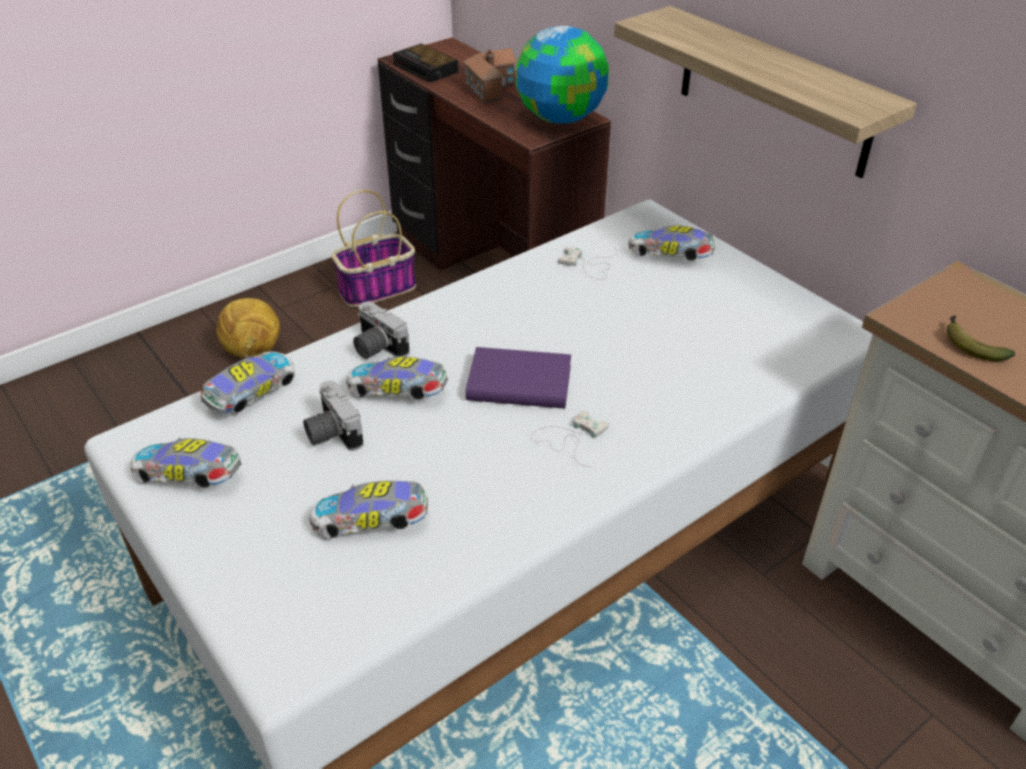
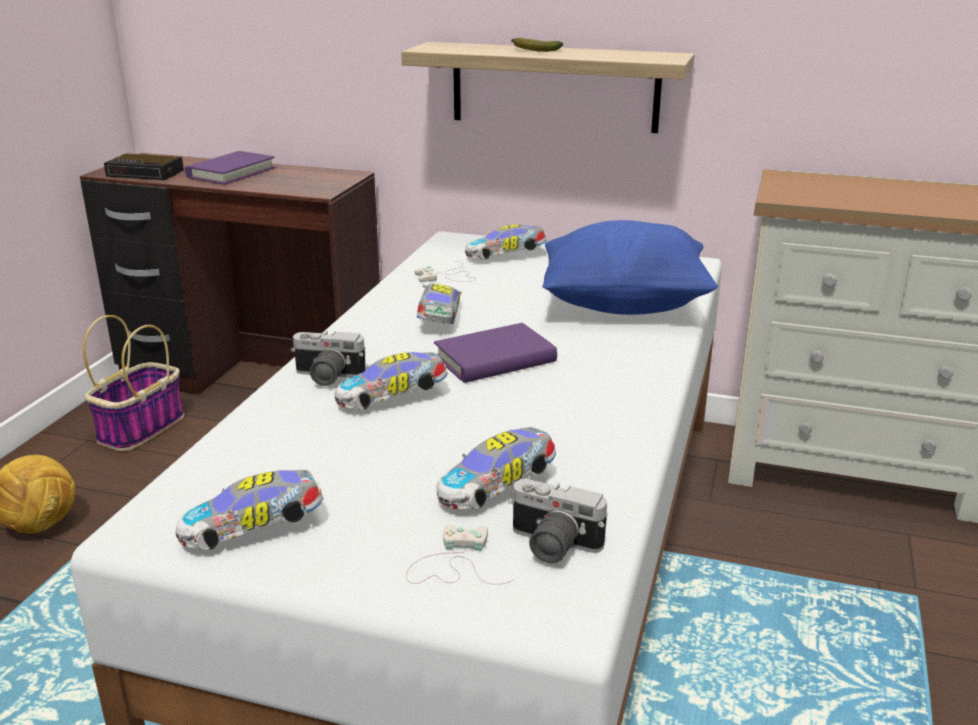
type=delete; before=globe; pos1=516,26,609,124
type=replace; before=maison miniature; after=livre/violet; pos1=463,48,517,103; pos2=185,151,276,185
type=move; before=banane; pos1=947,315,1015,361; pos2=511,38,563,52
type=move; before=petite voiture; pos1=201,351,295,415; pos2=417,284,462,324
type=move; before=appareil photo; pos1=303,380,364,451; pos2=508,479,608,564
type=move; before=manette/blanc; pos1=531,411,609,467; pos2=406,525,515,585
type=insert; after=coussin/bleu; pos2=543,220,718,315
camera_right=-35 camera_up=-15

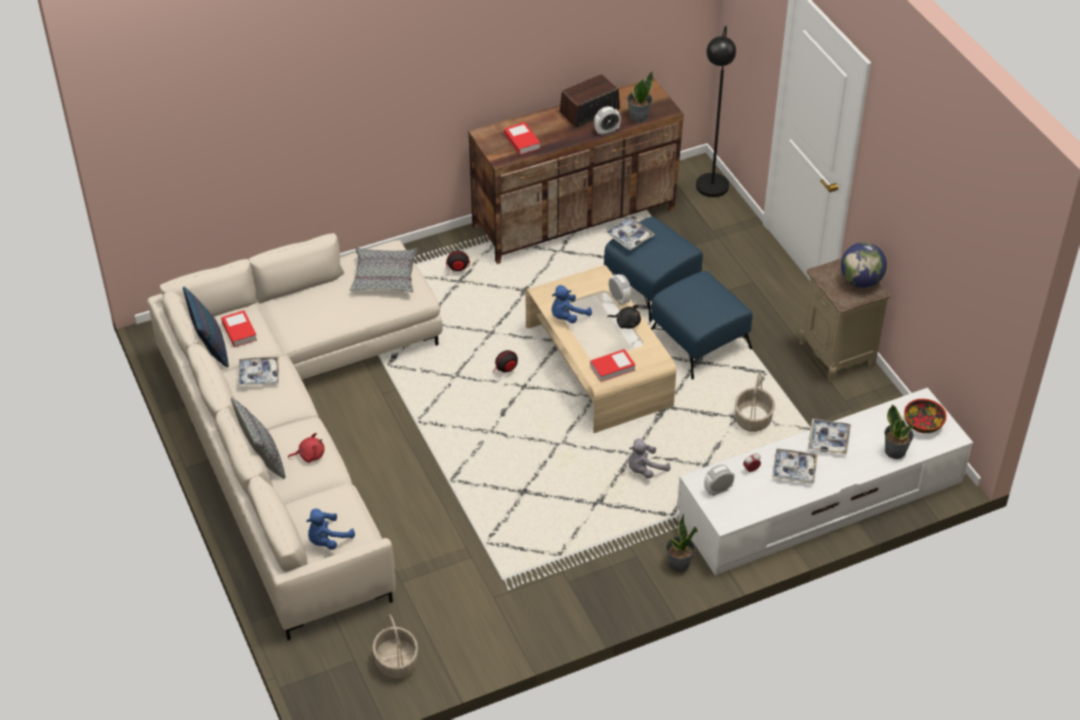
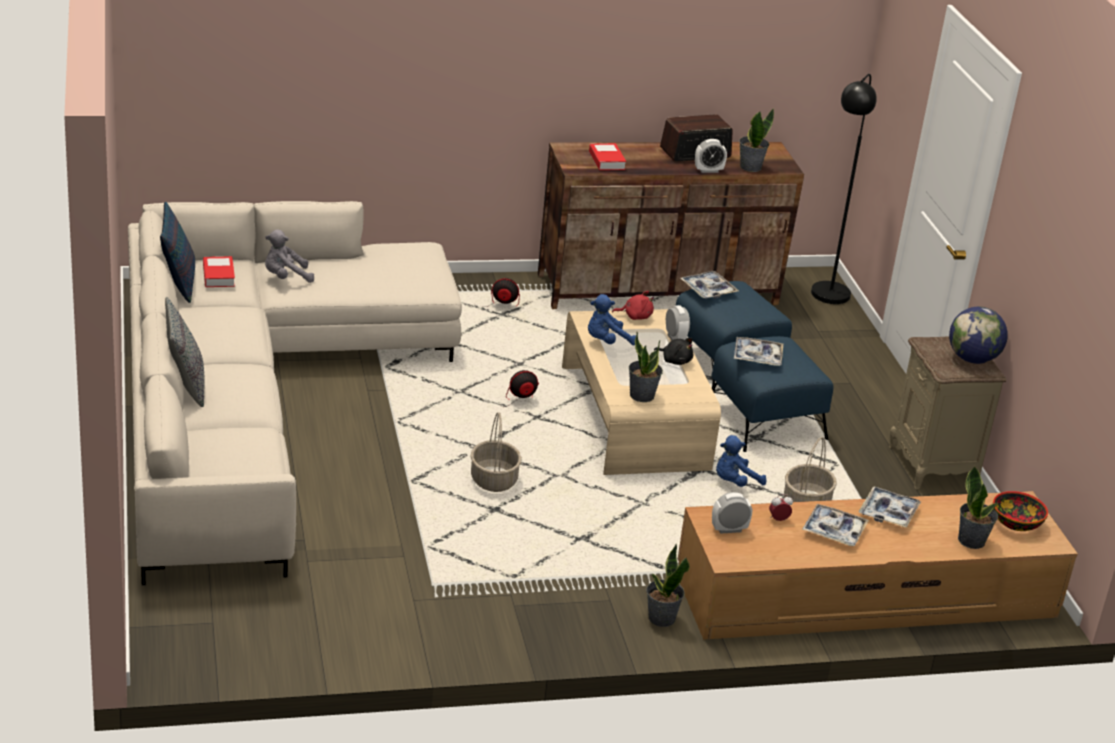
type=delete; before=coussin/gris; pos1=350,248,418,292
type=replace; before=livre; after=plante en pot; pos1=590,349,635,382; pos2=629,332,663,402
type=move; before=plateau; pos1=238,357,279,386; pos2=734,337,784,366
type=recolor; before=meuble télé/blanc; after=meuble télé/marron; pos1=677,388,973,575; pos2=678,491,1078,640
type=move; before=peluche/rouge; pos1=288,433,325,463; pos2=612,291,654,320
type=move; before=peluche/gris; pos1=628,439,671,479; pos2=265,229,314,283
type=move; before=peluche/bleu; pos1=306,509,355,550; pos2=716,435,766,487
type=move; before=panier; pos1=372,613,418,678; pos2=470,412,522,492
camera_right=10 camera_up=-15

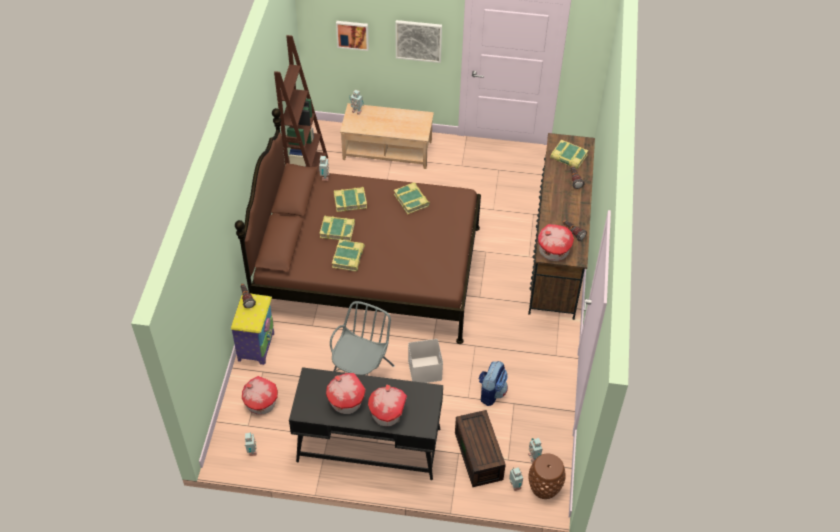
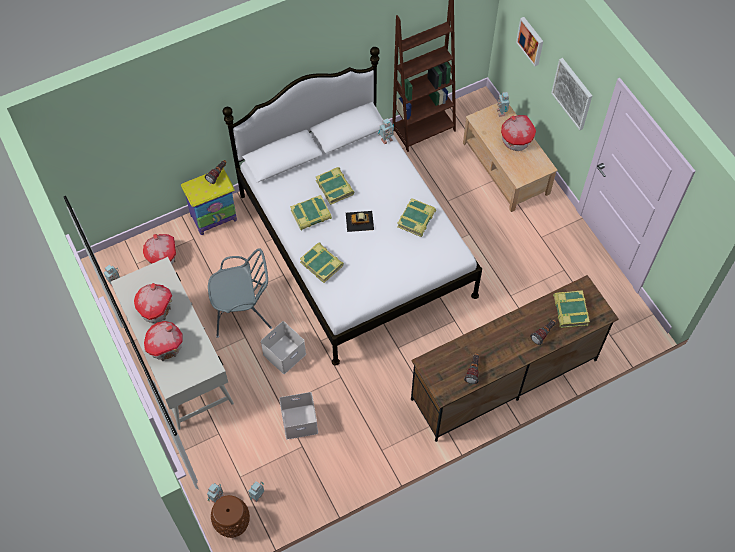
type=recolor; before=lit/marron; after=lit/blanc; pos1=235,108,481,344; pos2=222,47,482,366
type=move; before=livre; pos1=334,187,367,212; pos2=300,243,344,283
type=move; before=maison miniature; pos1=538,224,574,261; pos2=501,115,536,151
type=replace; before=sac à dos; after=boîte de rangement/blanc; pos1=479,361,508,406; pos2=279,392,318,439
type=recolor; before=bureau/noir; after=bureau/blanc; pos1=289,367,443,480; pos2=111,257,234,430
type=delete; before=boîte de rangement/marron; pos1=455,410,506,487
type=insert; after=petite voiture; pos2=346,211,374,232
camera_right=55 camera_up=10

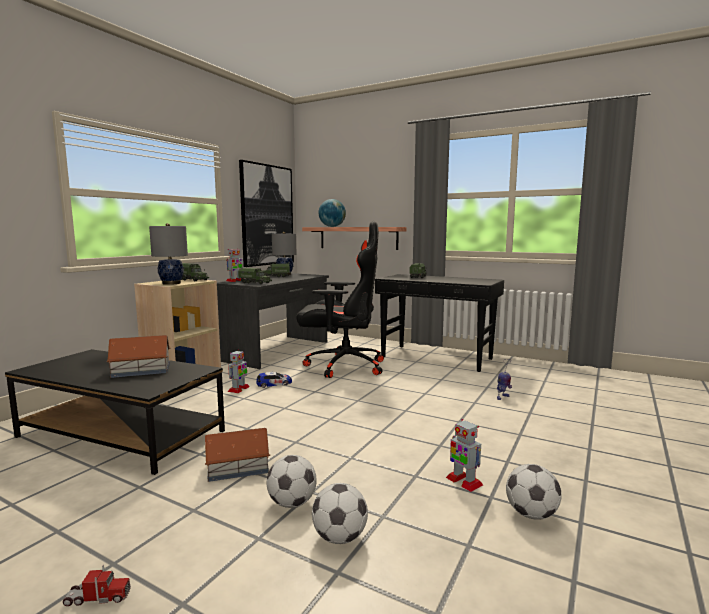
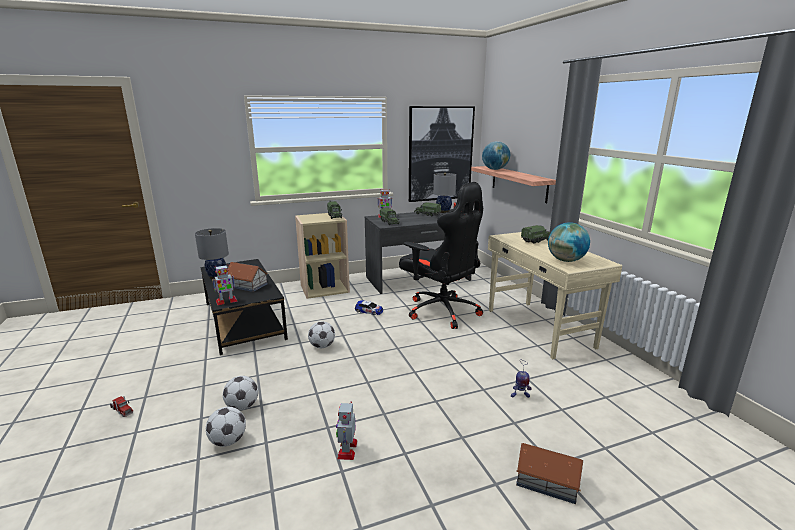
type=move; before=lampe de table/gris; pos1=149,223,188,285; pos2=195,228,229,279
type=recolor; before=table console/noir; after=table console/beige; pos1=375,274,504,372; pos2=488,232,622,359
type=move; before=robot jouet; pos1=228,350,250,393; pos2=212,265,238,305
type=move; before=maison miniature; pos1=205,428,270,482; pos2=516,443,583,504
type=move; before=ballon de foot; pos1=506,464,562,520; pos2=308,321,335,348
type=insert; after=globe; pos2=548,222,590,262
camera_right=40 camera_up=10

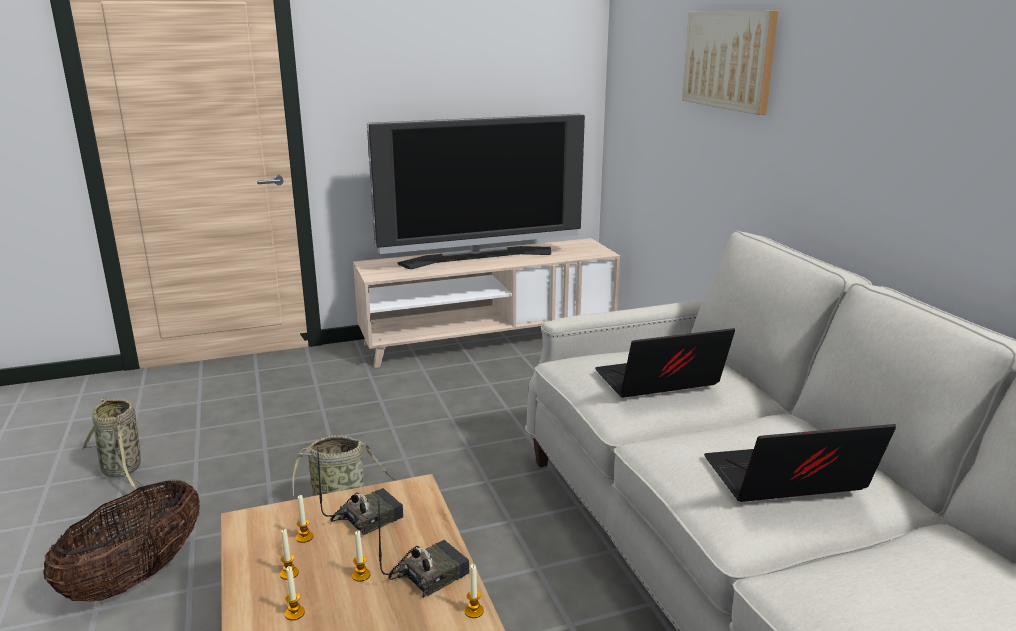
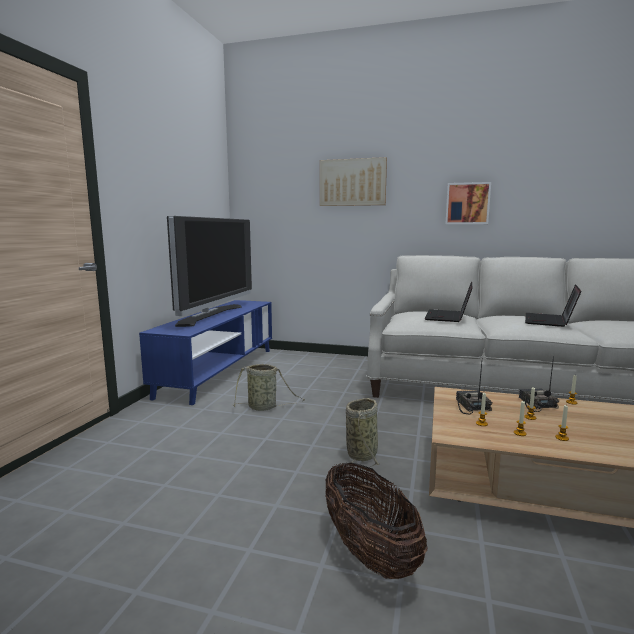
type=recolor; before=meuble télé/beige; after=meuble télé/bleu; pos1=353,238,620,368; pos2=139,300,272,405
type=move; before=panier; pos1=80,397,144,490; pos2=232,364,305,411
type=insert; after=tableau; pos2=445,182,491,224
camera_right=-55 camera_up=-10

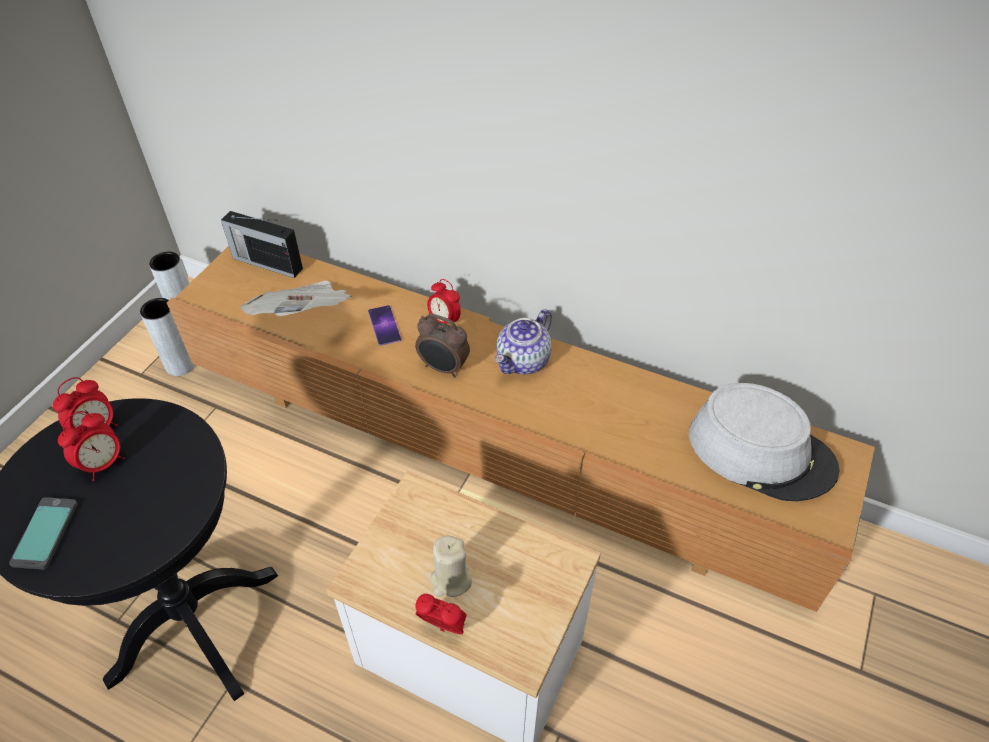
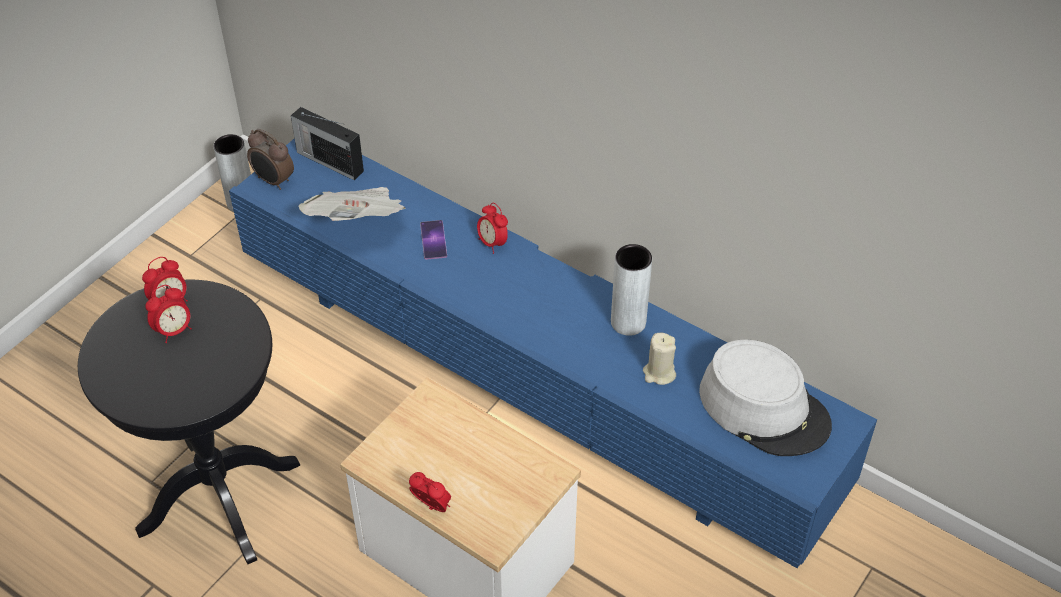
type=recolor; before=meuble télé/marron; after=meuble télé/bleu; pos1=167,246,875,612; pos2=229,138,877,568
type=move; before=vase/gris; pos1=140,298,195,376; pos2=611,244,652,336
type=delete; before=théière; pos1=495,309,552,374
type=move; before=réveil; pos1=415,314,470,378; pos2=247,129,294,190
type=delete; before=téléphone; pos1=9,497,78,570
type=move; before=bougie/beige; pos1=430,536,472,597; pos2=643,333,676,385
camera_right=10 camera_up=0

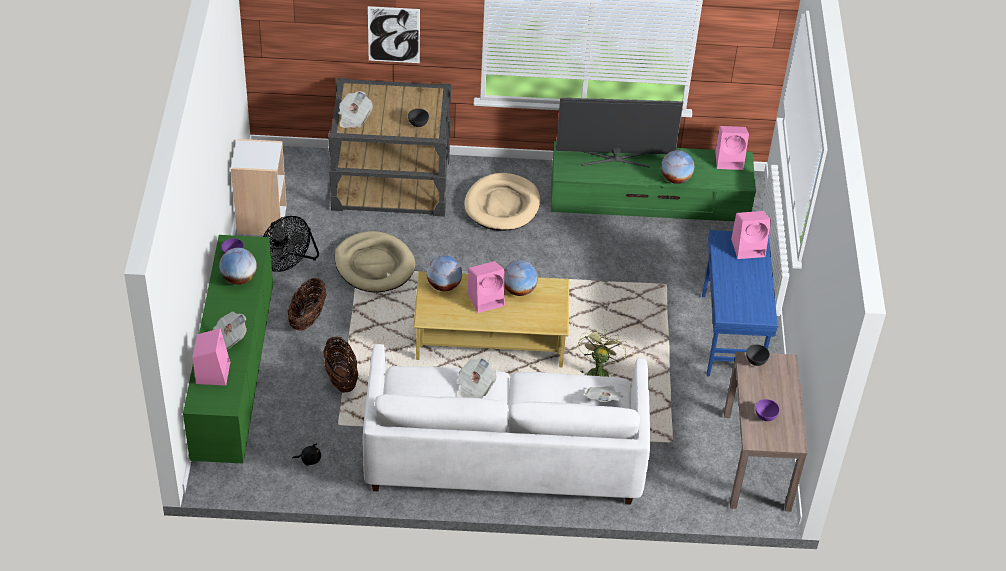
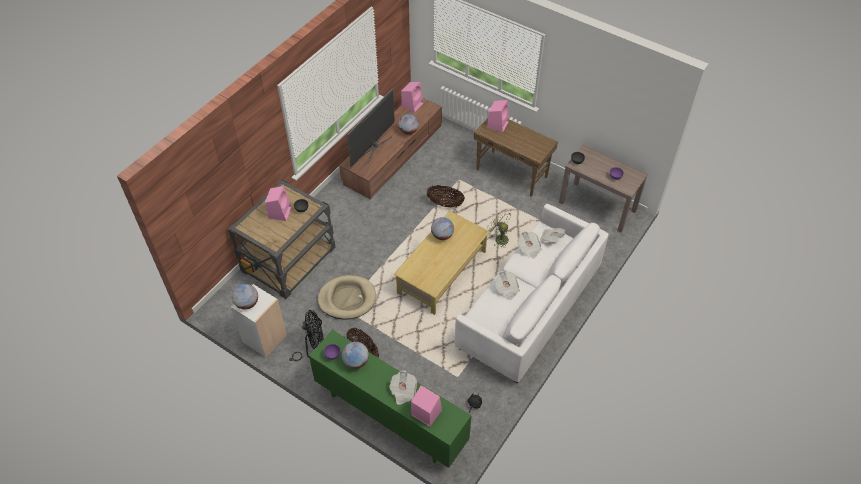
type=delete; before=tableau; pos1=368,6,420,63
type=move; before=journal; pos1=338,91,373,128; pos2=518,231,542,259
type=recolor; before=meuble télé/vert; after=meuble télé/marron; pos1=551,141,756,221; pos2=339,98,442,199
type=delete; before=panier pour chien/beige; pos1=464,173,540,231
type=recolor; before=table console/bleu; after=table console/marron; pos1=702,230,778,376; pos2=474,118,558,197
type=move; before=globe; pos1=427,256,462,291; pos2=232,284,258,310
type=move; before=enceinte/rose; pos1=468,261,505,313; pos2=265,186,292,221
type=move; before=panier; pos1=323,337,358,393; pos2=427,185,465,208
camera_right=-55 camera_up=5

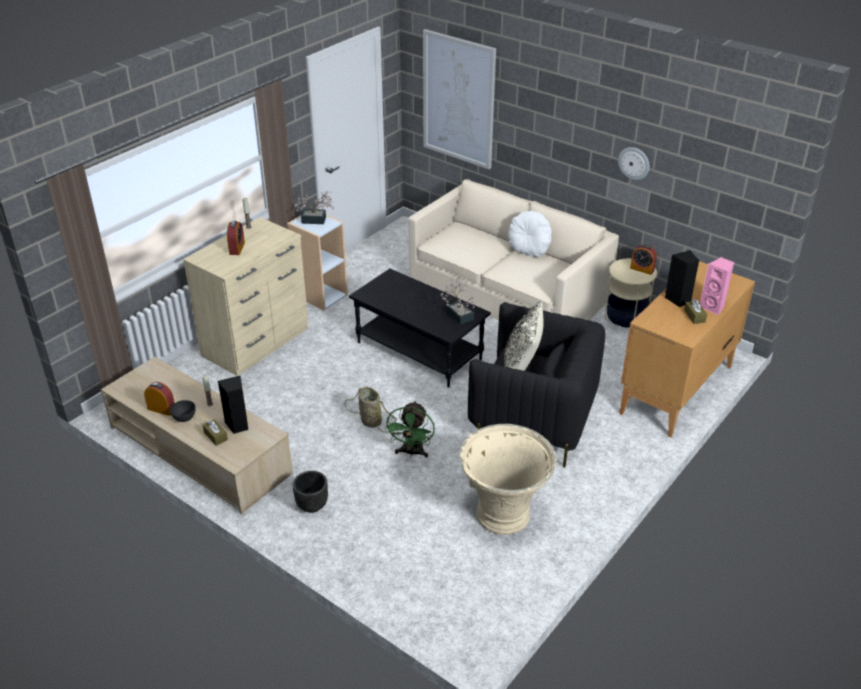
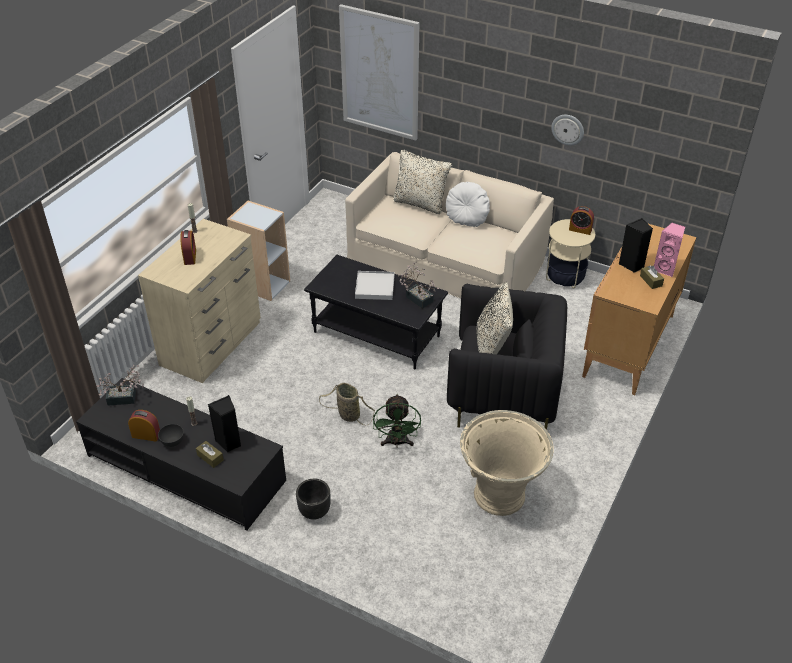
type=move; before=plante en pot; pos1=295,191,334,224; pos2=97,365,144,406
type=recolor; before=meuble télé/beige; after=meuble télé/noir; pos1=101,357,293,514; pos2=76,378,286,530
type=insert; after=coussin/beige; pos2=393,149,452,214
type=insert; after=plateau/blanc; pos2=355,271,394,300
camera_right=-10 camera_up=5

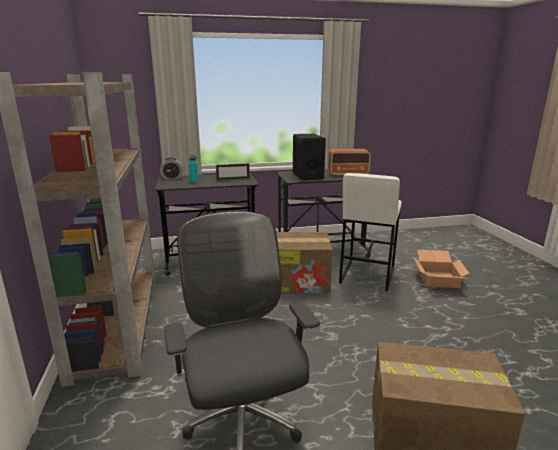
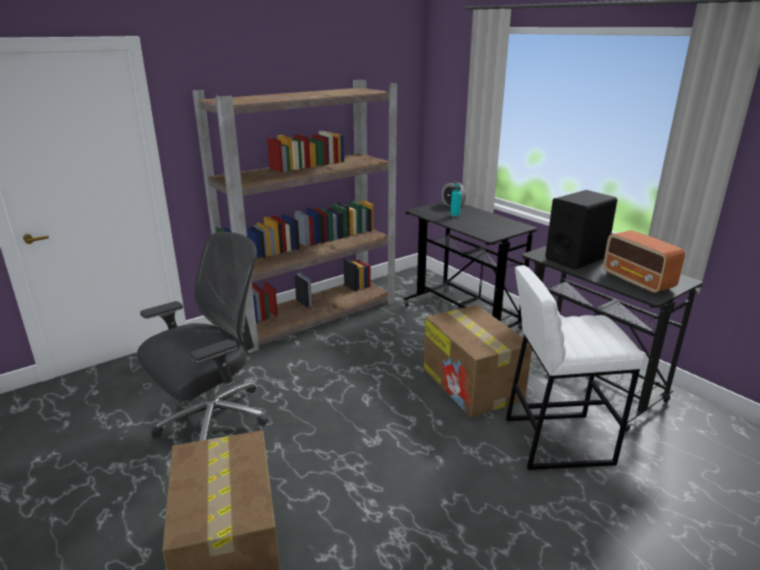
type=delete; before=cadre photo; pos1=216,163,250,180
type=delete; before=carton; pos1=414,250,470,288
camera_right=65 camera_up=5

